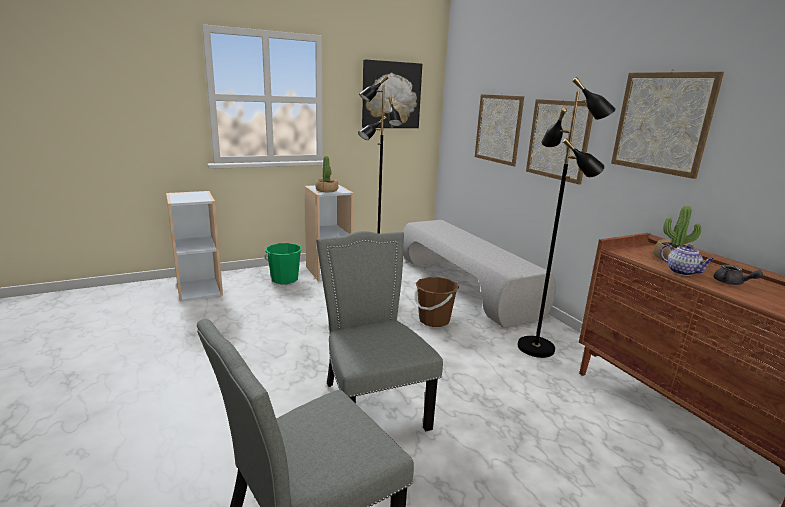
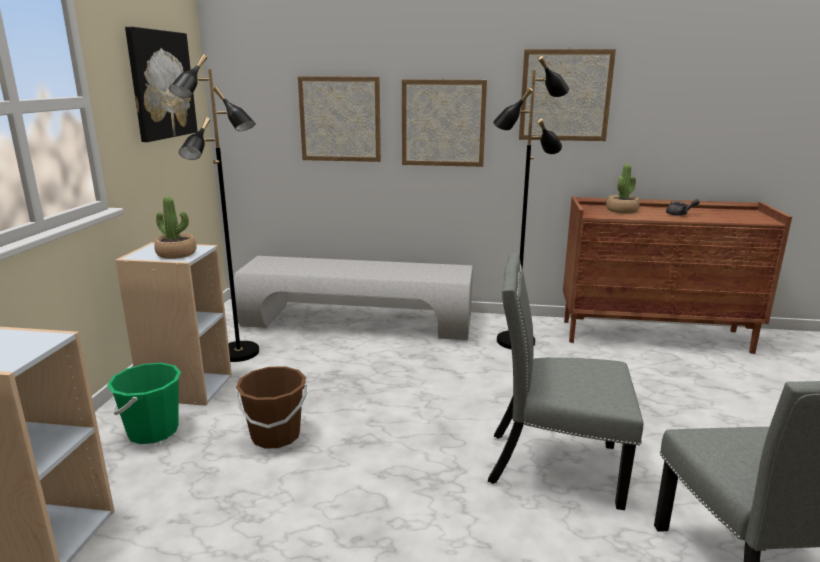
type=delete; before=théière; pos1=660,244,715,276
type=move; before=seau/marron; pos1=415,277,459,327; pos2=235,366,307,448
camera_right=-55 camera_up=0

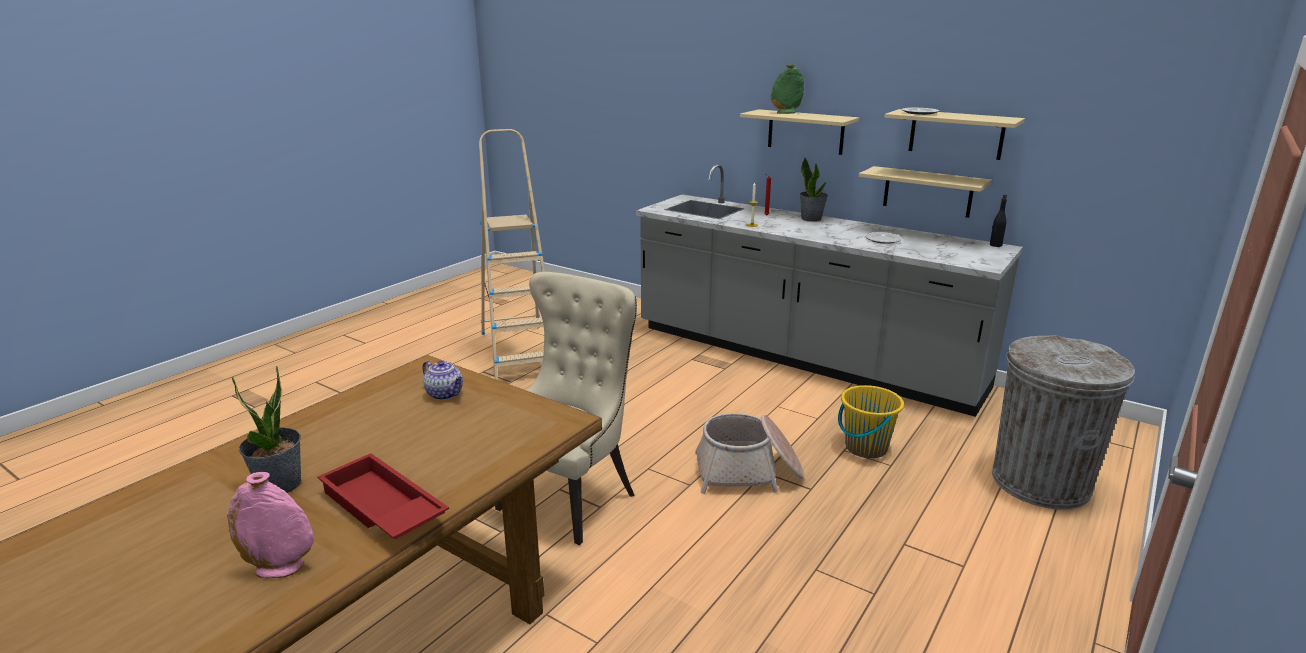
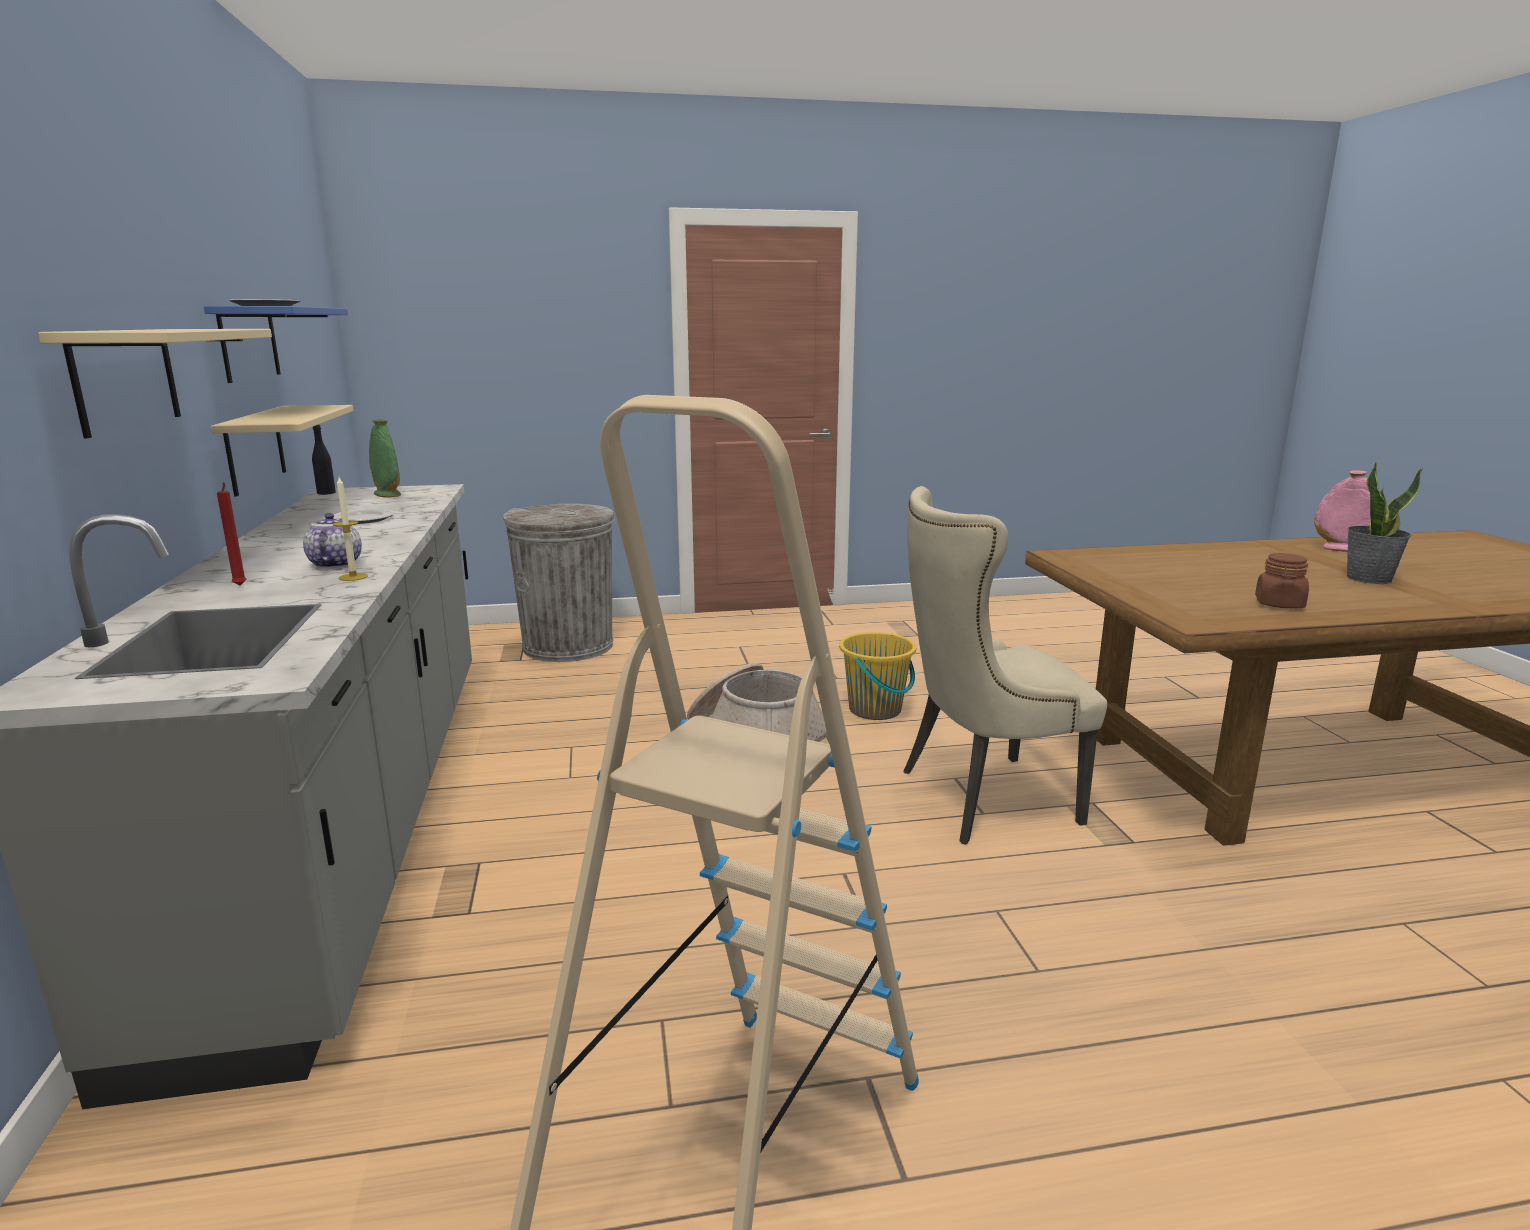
type=move; before=vase/vert; pos1=771,64,804,114; pos2=369,419,401,498
type=recolor; before=étagère/beige; after=étagère/bleu; pos1=884,109,1025,160; pos2=204,306,348,383
type=delete; before=plante en pot; pos1=800,157,828,222
type=move; before=théière; pos1=422,361,463,400; pos2=303,513,362,568
type=move; before=seau/jaune; pos1=838,385,904,458; pos2=839,632,917,720
type=delete; before=plateau/rouge; pos1=317,453,449,540
type=insert; after=bocal/marron; pos2=1255,553,1309,608
camera_right=-135 camera_up=-5

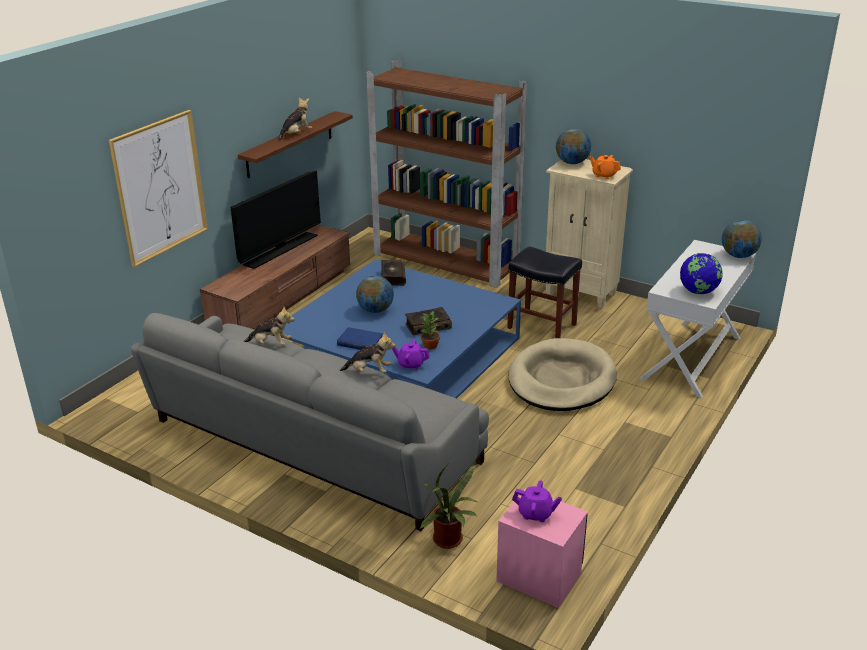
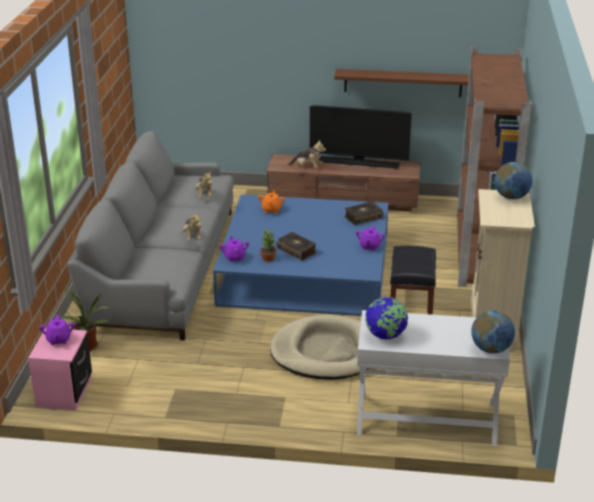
type=move; before=peluche; pos1=278,98,312,141; pos2=288,140,326,167
type=delete; before=tableau; pos1=109,110,208,267
type=move; before=théière/orange; pos1=590,155,621,179; pos2=258,190,285,214
type=delete; before=globe; pos1=356,275,394,313
type=delete; before=livre/bleu; pos1=337,327,383,350
type=insert; after=théière/violet; pos2=356,226,385,251
camera_right=65 camera_up=0

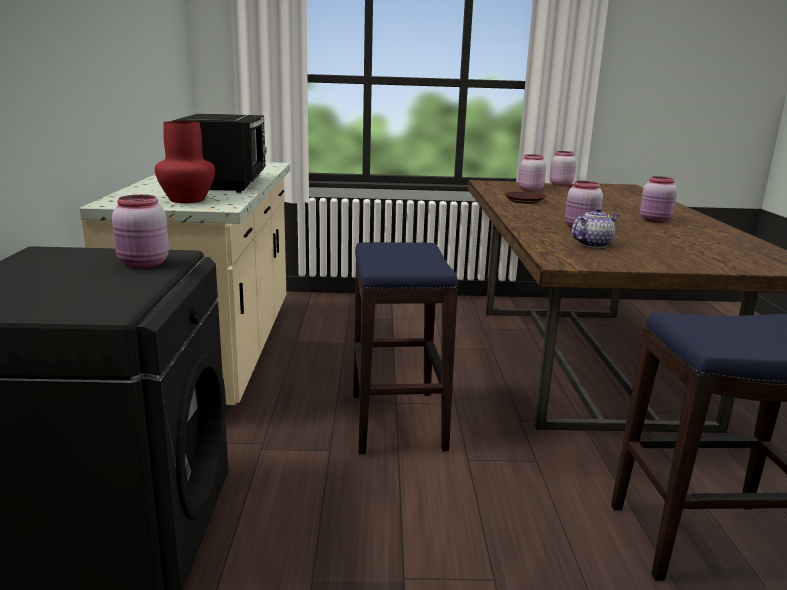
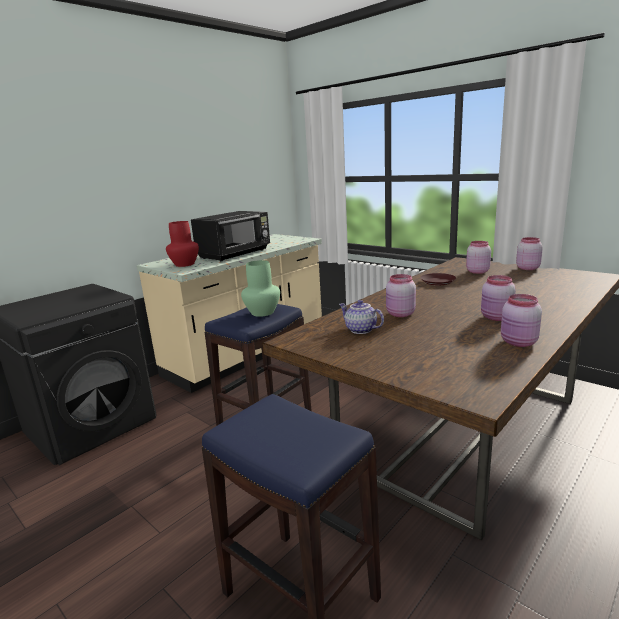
type=move; before=bocal/rose; pos1=112,195,169,268; pos2=501,294,542,347
type=rotate; before=théière; pos1=572,207,619,248; pos2=339,300,384,334; turn=-150
type=insert; after=vase/vert; pos2=241,260,280,317
camera_right=45 camera_up=0

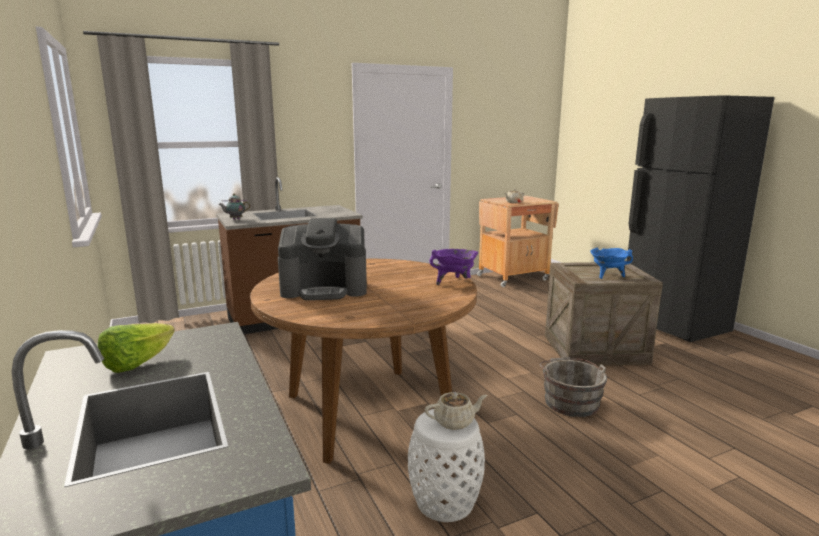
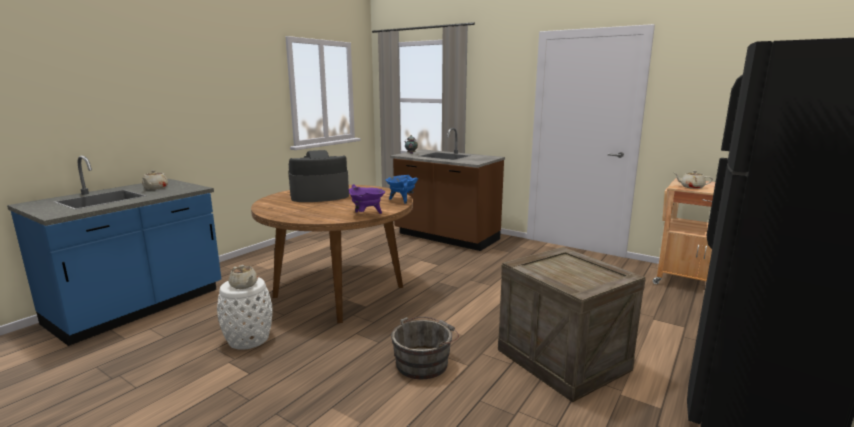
type=rotate; before=machine à café; pos1=278,218,367,300; pos2=288,150,349,202; turn=105
type=move; before=marmite/bleu; pos1=590,248,633,279; pos2=385,175,418,204
type=replace; before=laitue; after=théière/beige; pos1=98,323,175,373; pos2=142,170,168,189
camera_right=60 camera_up=0

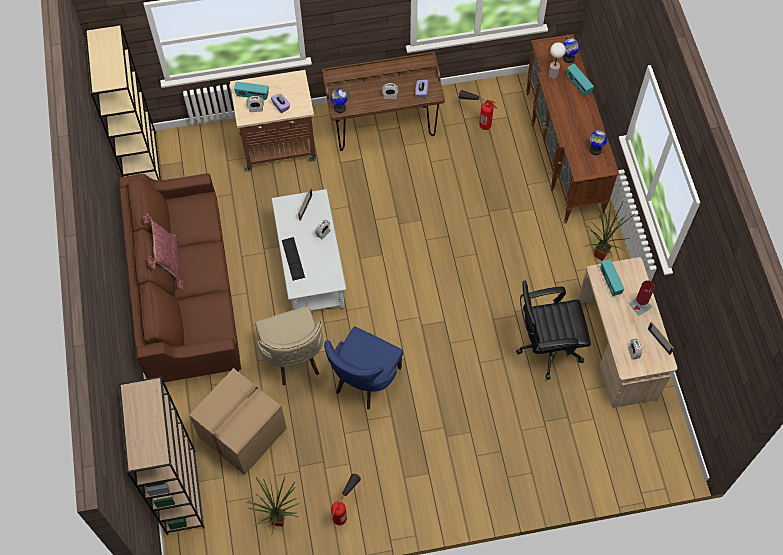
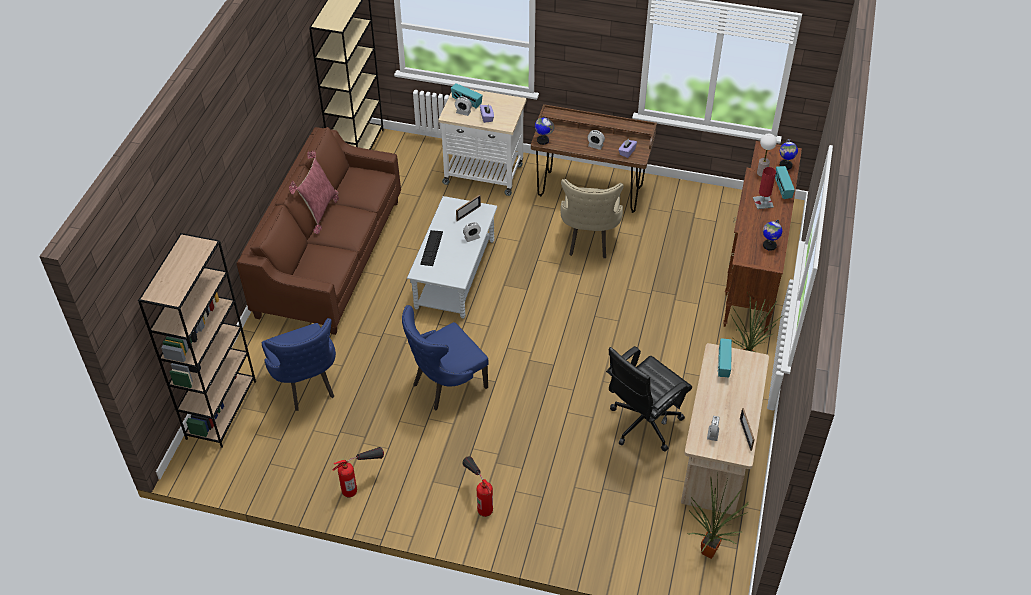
type=recolor; before=chariot/marron; after=chariot/blanc; pos1=230,70,316,172; pos2=438,89,527,196
type=move; before=extincteur; pos1=459,90,497,130; pos2=462,456,493,517
type=move; before=lampe de table/rouge; pos1=628,280,655,316; pos2=753,167,776,209
type=rotate; before=chaise de bureau/noir; pos1=516,281,591,380; pos2=606,346,692,452; turn=-60
type=move; before=chaise/beige; pos1=255,306,323,385; pos2=560,179,624,258
type=replace; before=carton; after=chaise/bleu; pos1=189,368,287,475; pos2=262,318,336,411
type=move; before=plante en pot; pos1=246,477,300,536; pos2=687,473,749,559
camera_right=25 camera_up=-15

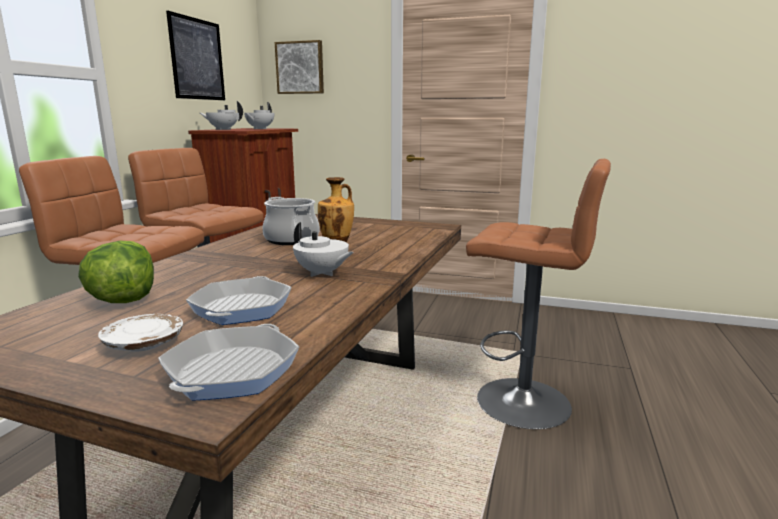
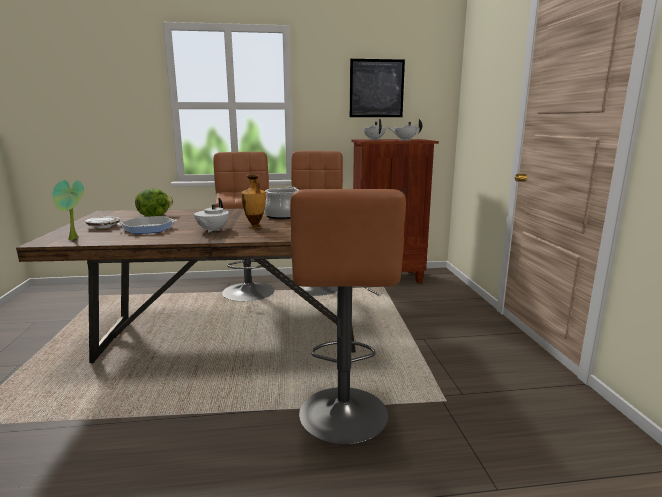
type=delete; before=tableau; pos1=275,40,324,94
type=replace; before=poêle; after=plante en pot; pos1=158,324,299,401; pos2=52,180,84,240
camera_right=65 camera_up=0

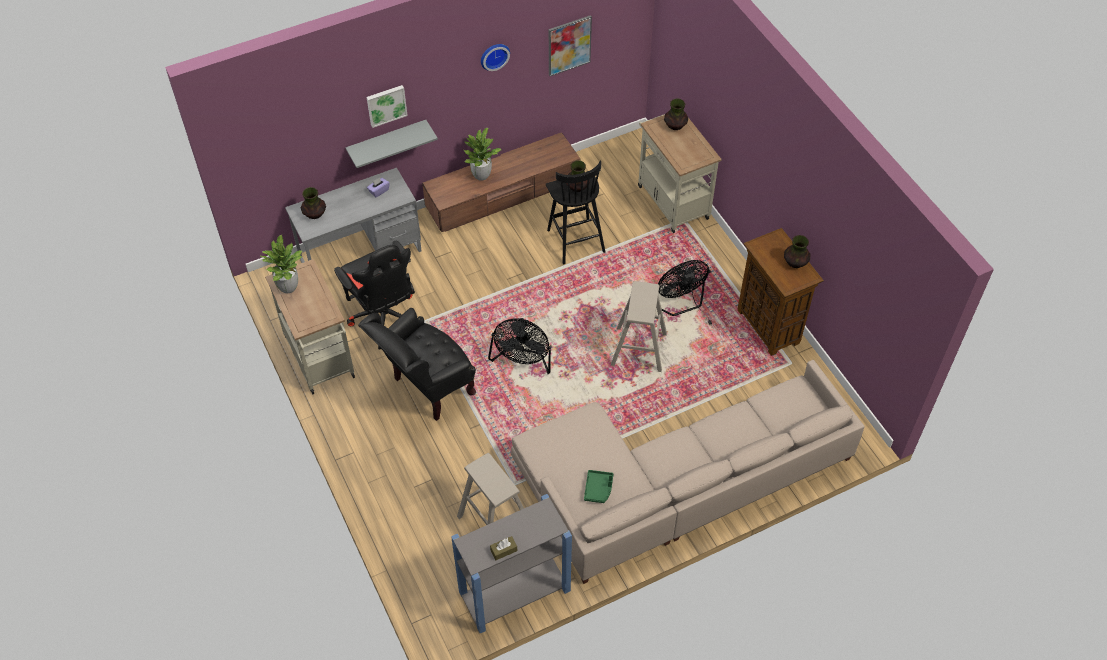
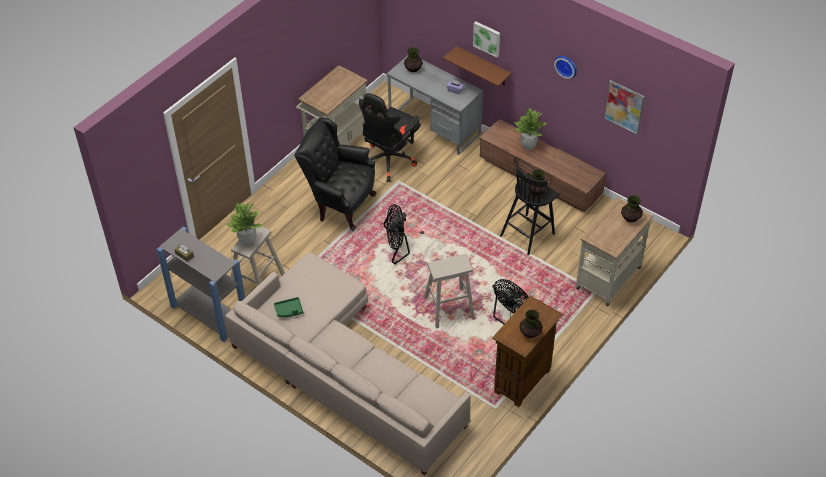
type=recolor; before=étagère/gris; after=étagère/marron; pos1=346,120,438,168; pos2=443,46,512,87
type=move; before=plante en pot; pos1=259,235,303,293; pos2=226,203,262,246
camera_right=65 camera_up=-5

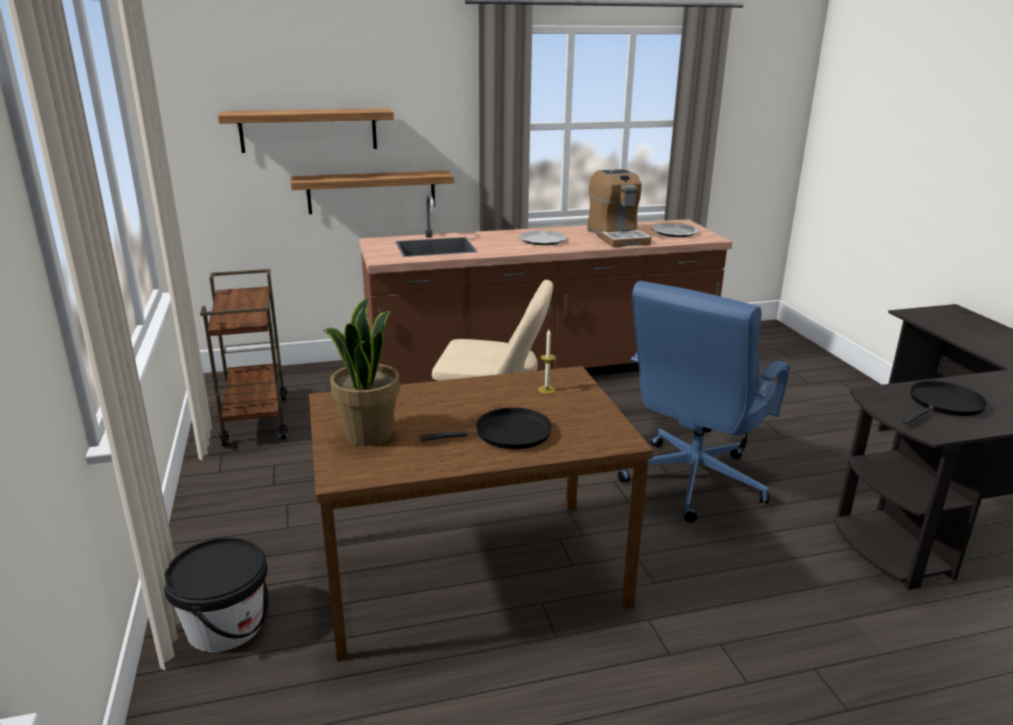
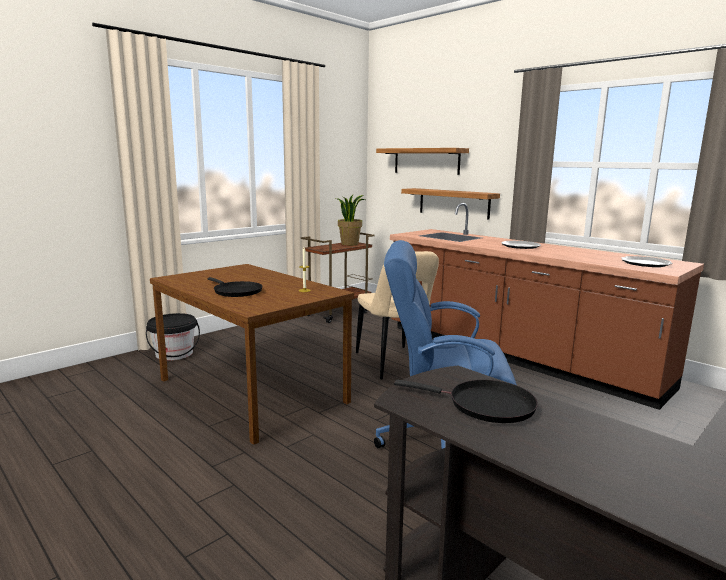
type=delete; before=machine à café; pos1=587,169,651,247
type=move; before=plante en pot; pos1=323,298,400,446; pos2=336,195,365,245
camera_right=60 camera_up=-10

